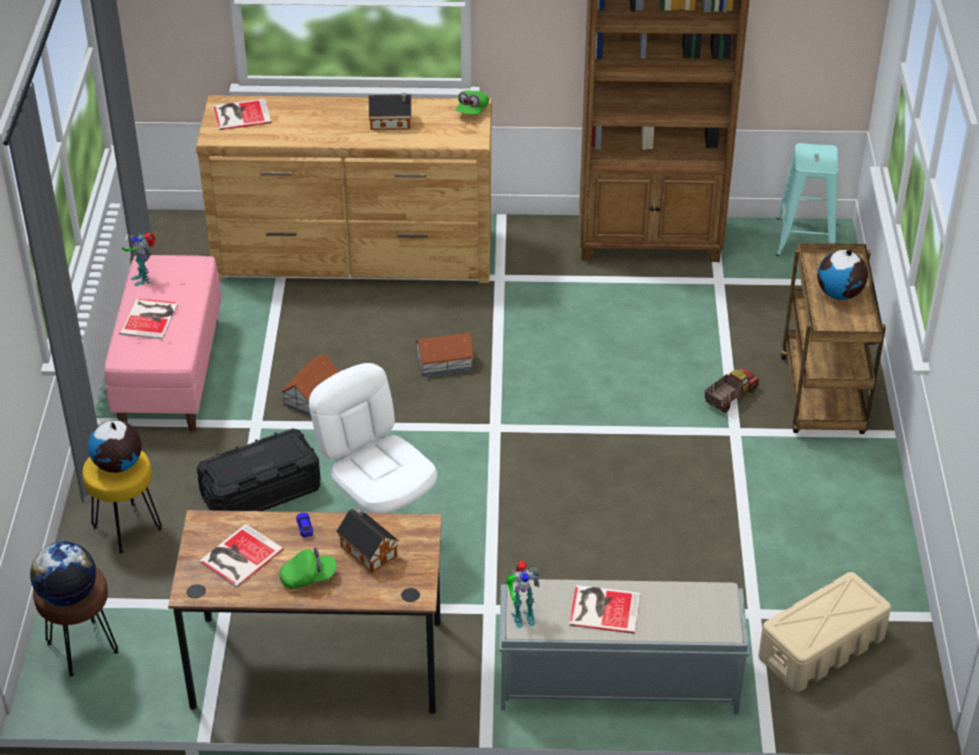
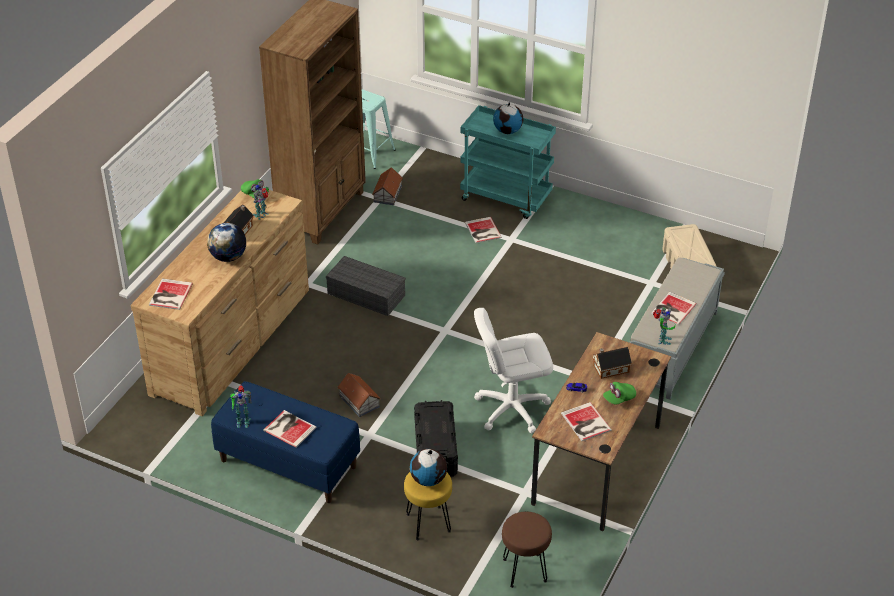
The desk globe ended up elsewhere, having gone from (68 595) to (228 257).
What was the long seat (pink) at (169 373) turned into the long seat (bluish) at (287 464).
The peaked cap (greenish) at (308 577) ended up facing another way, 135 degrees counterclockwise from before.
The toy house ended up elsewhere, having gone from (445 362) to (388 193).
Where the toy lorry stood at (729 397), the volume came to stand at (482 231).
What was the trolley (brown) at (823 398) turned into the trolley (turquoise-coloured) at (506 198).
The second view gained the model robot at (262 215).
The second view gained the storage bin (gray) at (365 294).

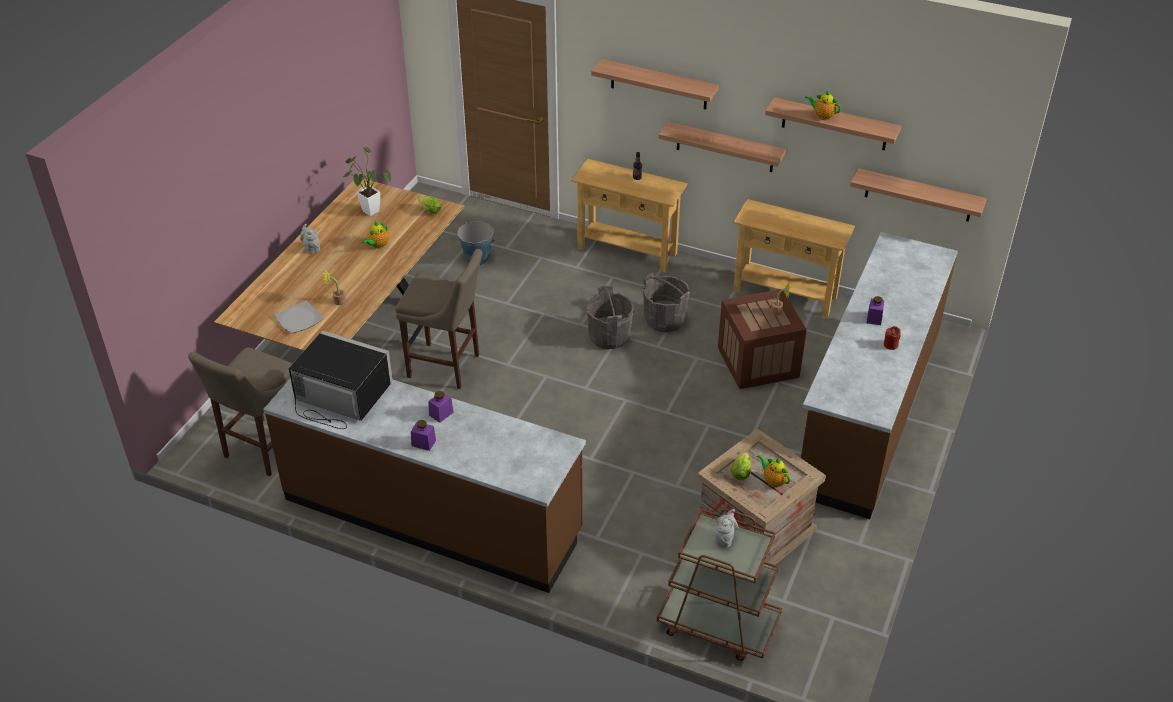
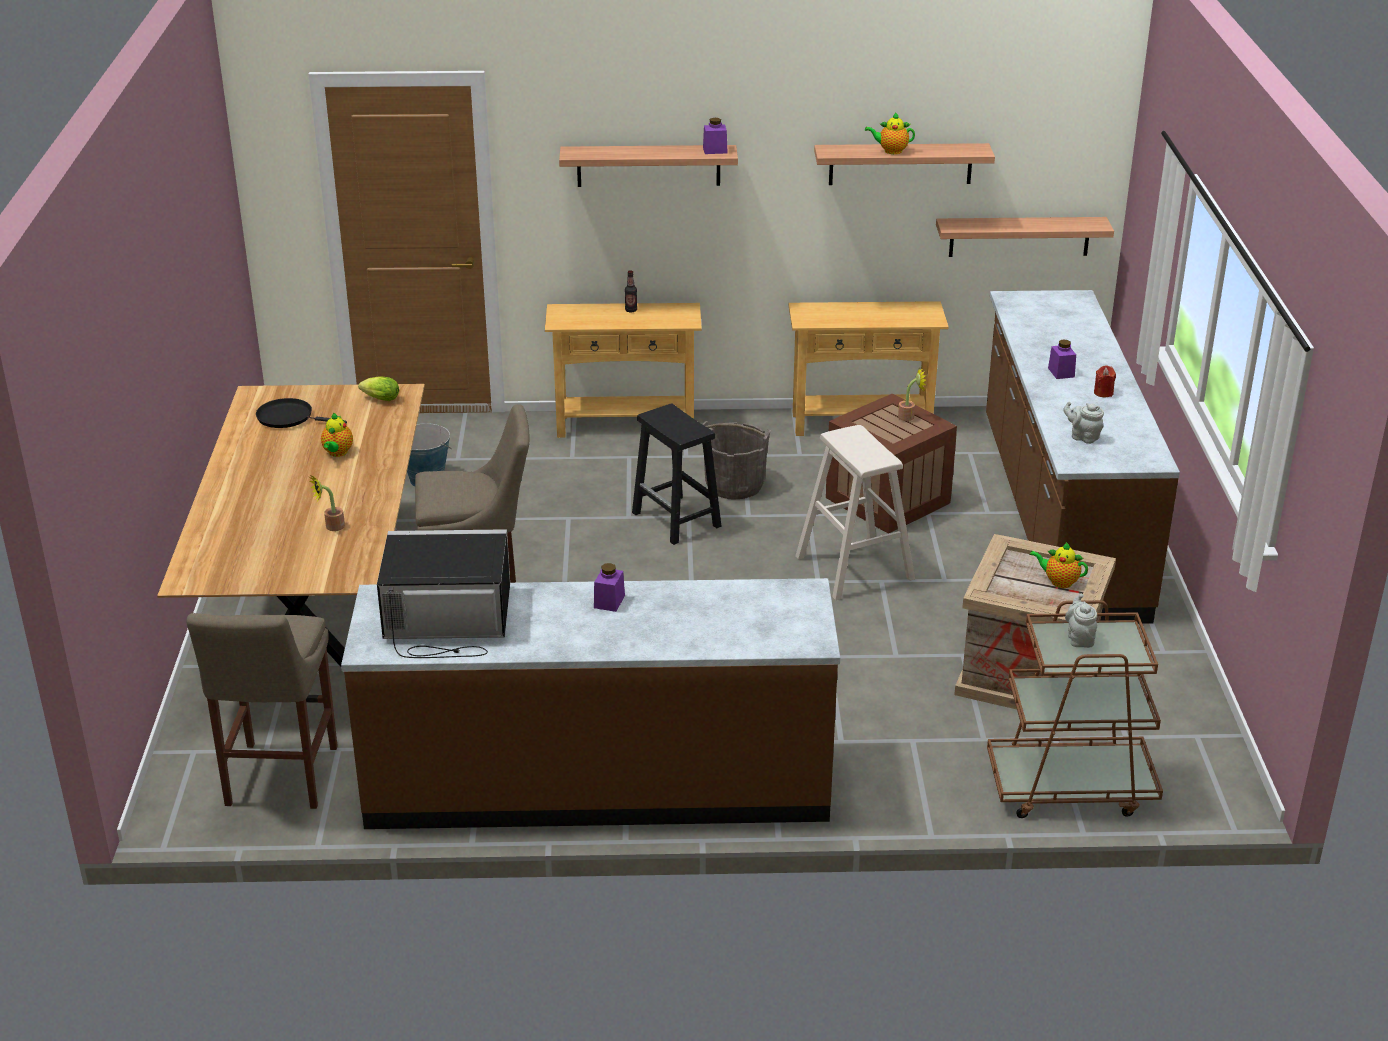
The second view lost the dinner plate at (299 319).
The teapot (gray) ended up elsewhere, having gone from (311 248) to (1083 437).
Where the potted plant stood at (368 210), the skillet (black-coloured) came to stand at (289 417).
The storage jar (purplish) ended up elsewhere, having gone from (423 443) to (715 150).
Where the bucket (gray) stood at (609 336), the sitting stool (black-coloured) came to stand at (677 520).
The second view lost the wall shelf at (725 147).
The second view lost the head of lettuce at (741 471).
The second view gained the sitting stool (beige-coloured) at (854 568).

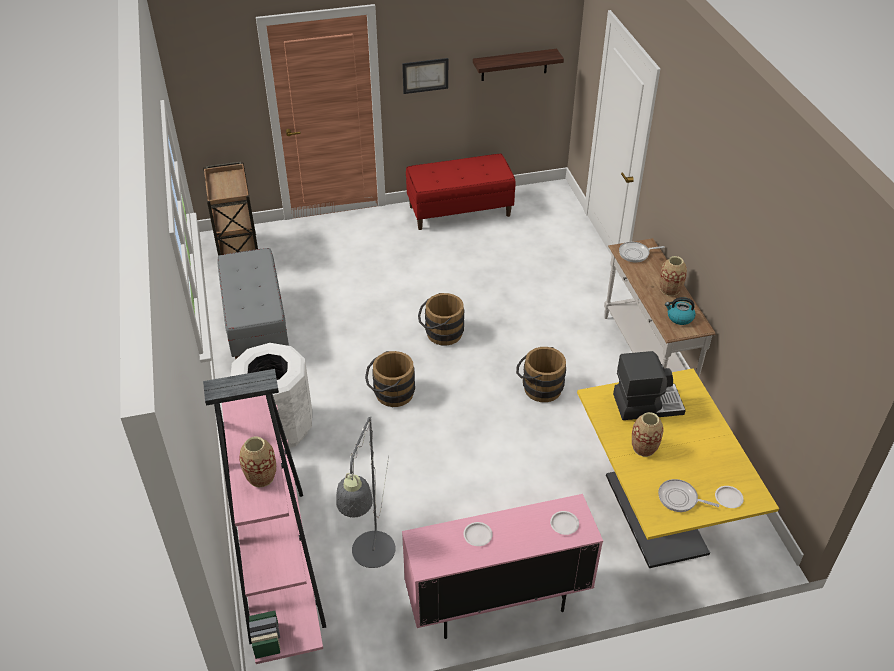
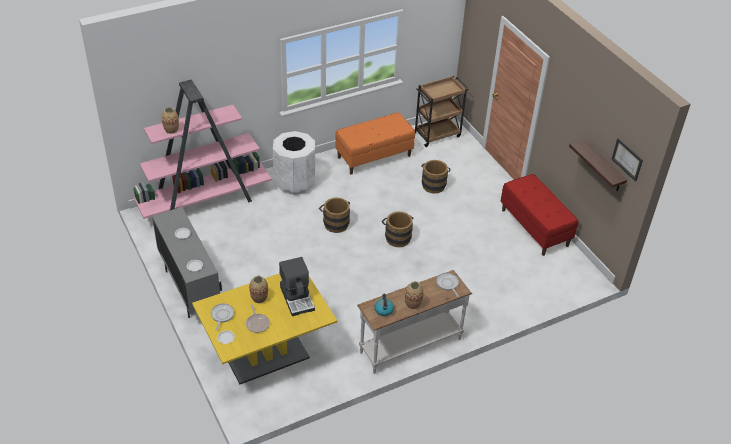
What was the long seat (gray) at (256 326) turned into the long seat (orange) at (374 156).
The second view lost the floor lamp (gray) at (372 559).
The wall art ended up elsewhere, having gone from (425 75) to (627 159).
What was the cupboard (pink) at (497 604) turned into the cupboard (gray) at (190 289).
The bucket (brown) ended up elsewhere, having gone from (538 387) to (434 184).
The second view gained the skillet at (257 323).

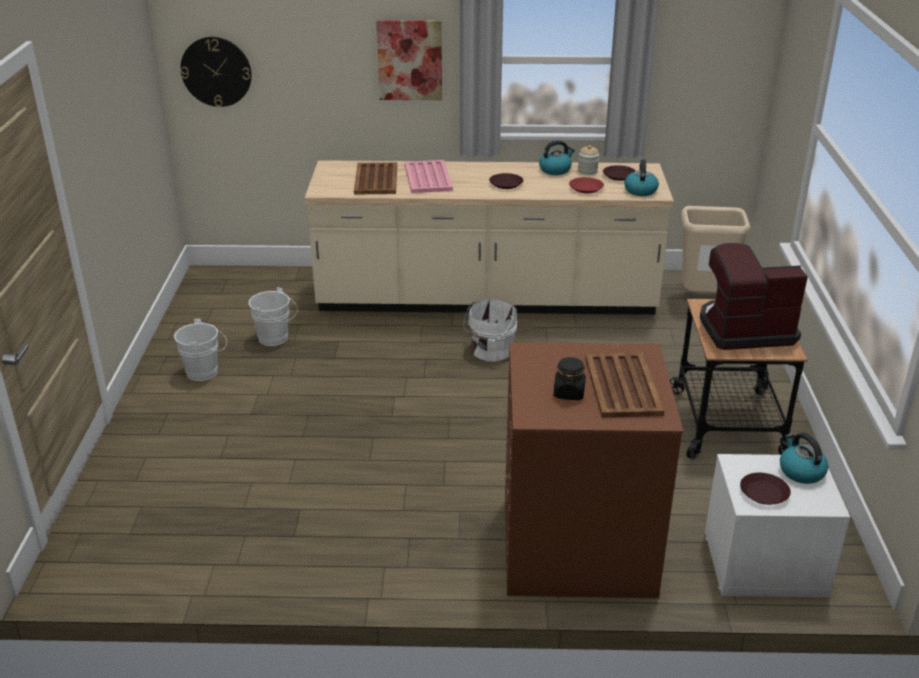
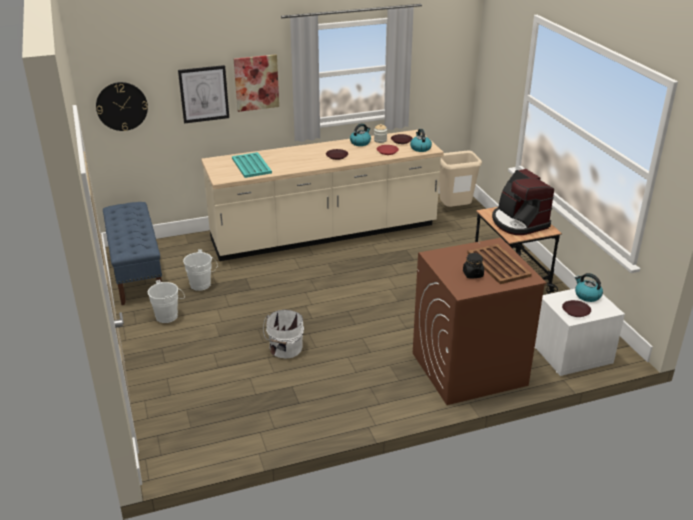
What was the serving tray (brown) at (376 180) turned into the serving tray (turquoise-coloured) at (251 166).
The second view lost the serving tray (pink) at (428 178).
The bucket (white-coloured) ended up elsewhere, having gone from (490 350) to (285 349).
The coffee machine at (744 329) ended up facing another way, 90 degrees counterclockwise from before.
The second view gained the long seat (bluish) at (136 272).
The second view gained the wall art at (204 94).

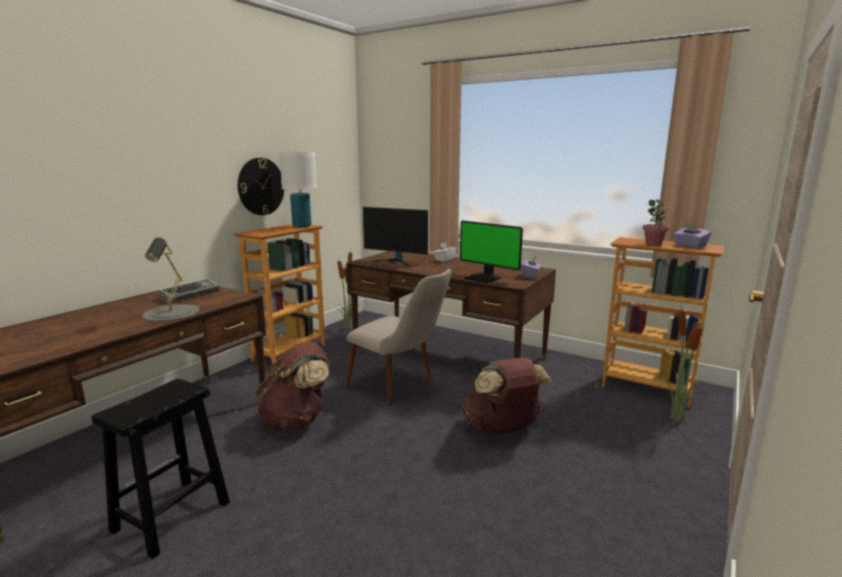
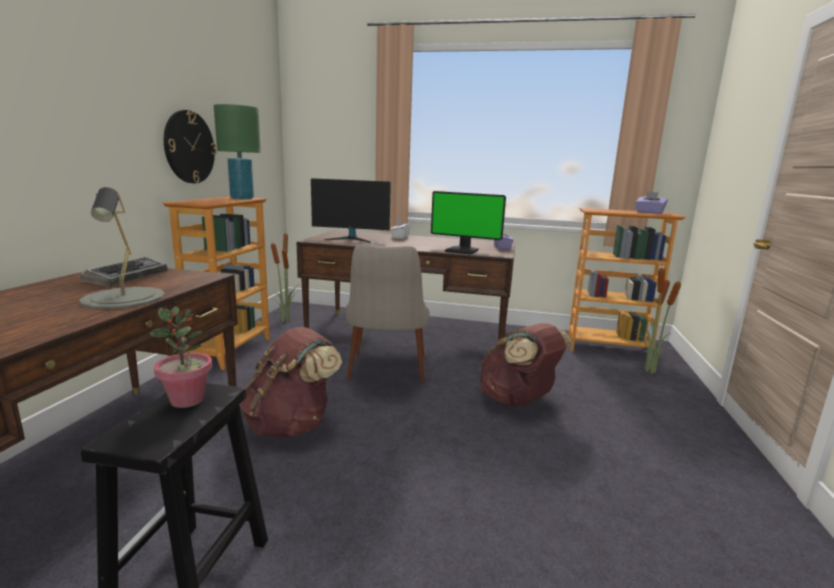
What was the lamp for a table (white-coloured) at (301 226) turned into the lamp for a table (greenish) at (242 198).
The chair (beige-coloured) at (400 387) ended up facing another way, 75 degrees clockwise from before.
The potted plant ended up elsewhere, having gone from (653 244) to (187 400).

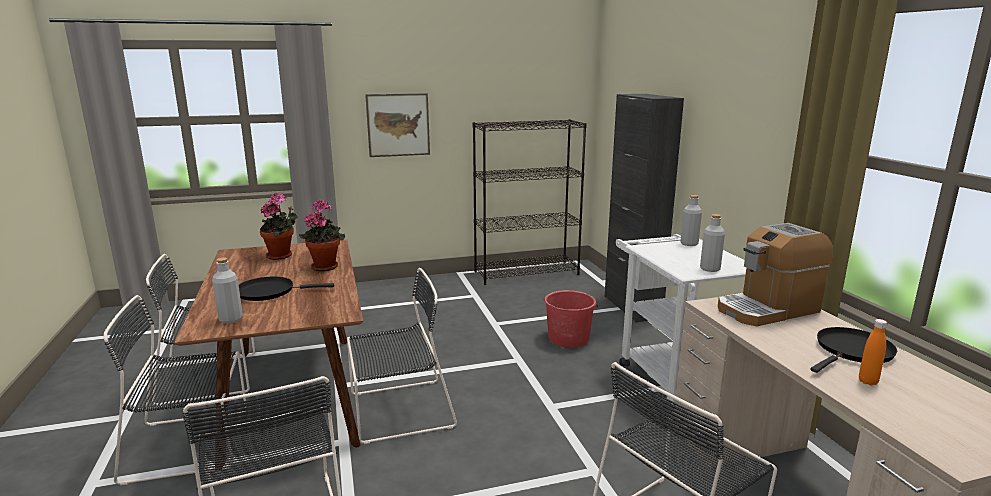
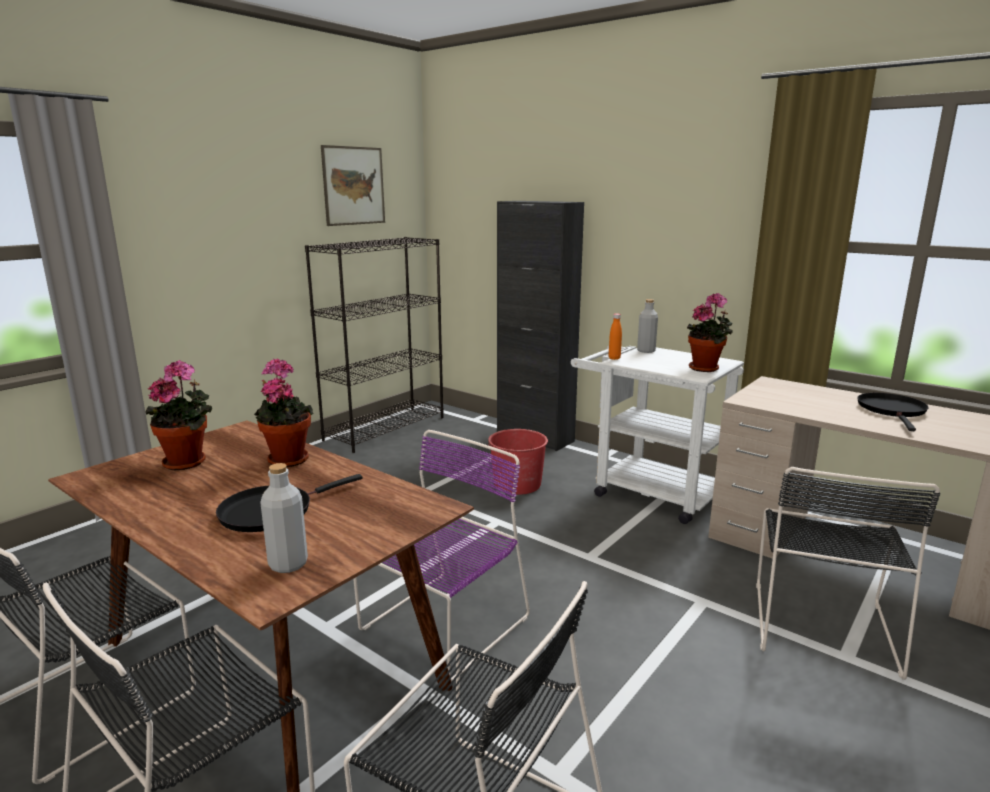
What was the chair (black-coloured) at (397 410) turned into the chair (purplish) at (441 626).
The wall art ended up elsewhere, having gone from (398 125) to (354 186).
Where the bottle (gray) stood at (710 269), the potted plant came to stand at (706 368).
The second view lost the coffee machine at (767 309).
The bottle (orange) ended up elsewhere, having gone from (868 381) to (614 358).

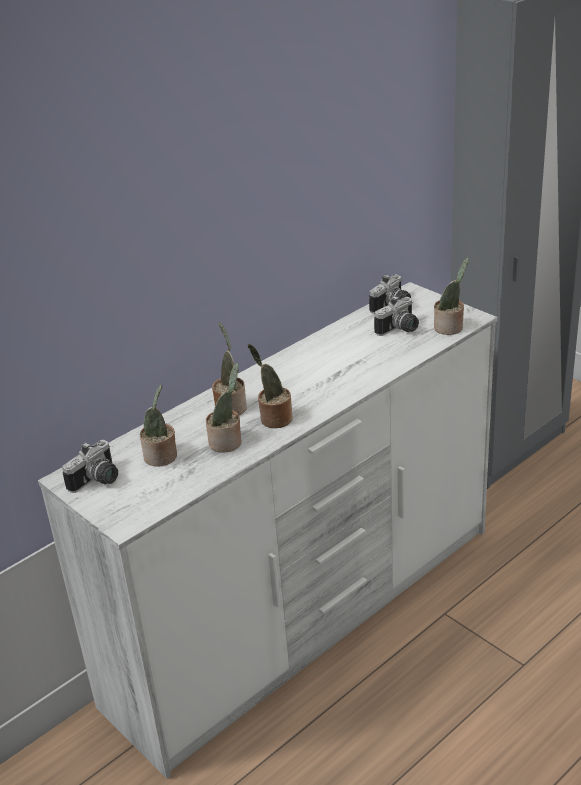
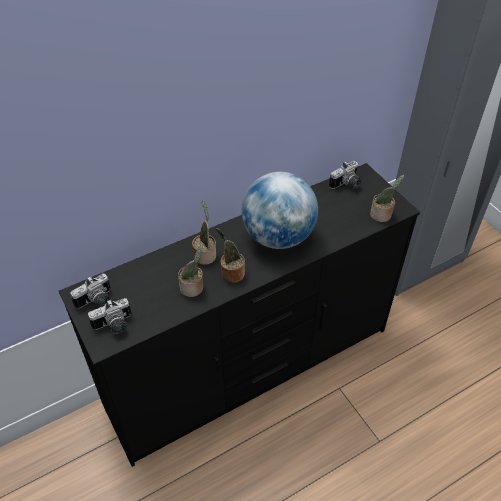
What was the chest of drawers (white-coloured) at (308 615) turned into the chest of drawers (black-coloured) at (251 367).
The second view lost the potted plant at (162 457).
The photo camera ended up elsewhere, having gone from (400 330) to (114 326).
The second view gained the desk globe at (278 237).

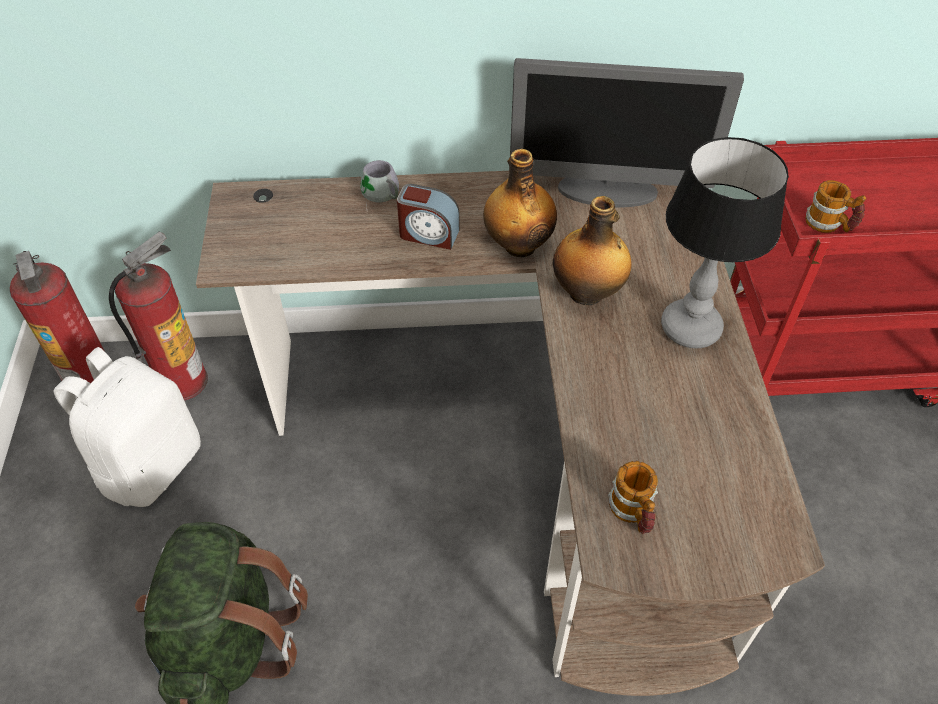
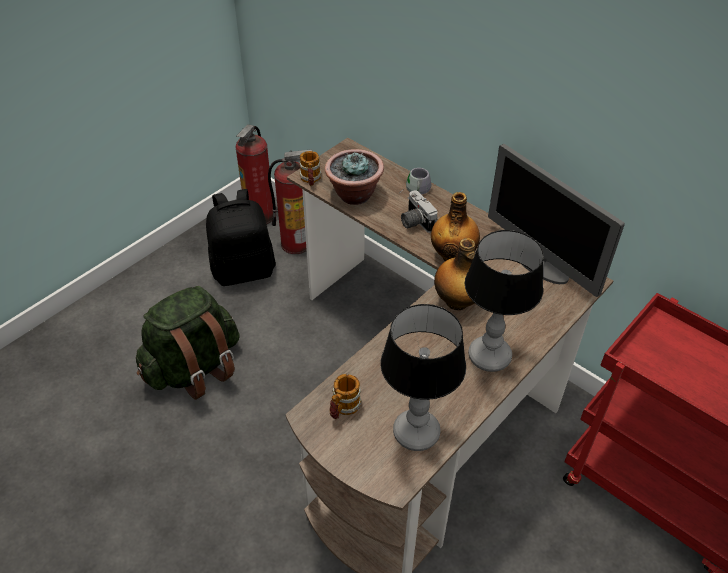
What was the backpack (white-coloured) at (150 464) turned into the backpack (black-coloured) at (244 270).
Where the alarm clock stood at (428 234), the photo camera came to stand at (415 222).
The tea mug ended up elsewhere, having gone from (829 225) to (310 180).
The second view gained the potted plant at (354 195).
The second view gained the lamp for a table at (416 433).

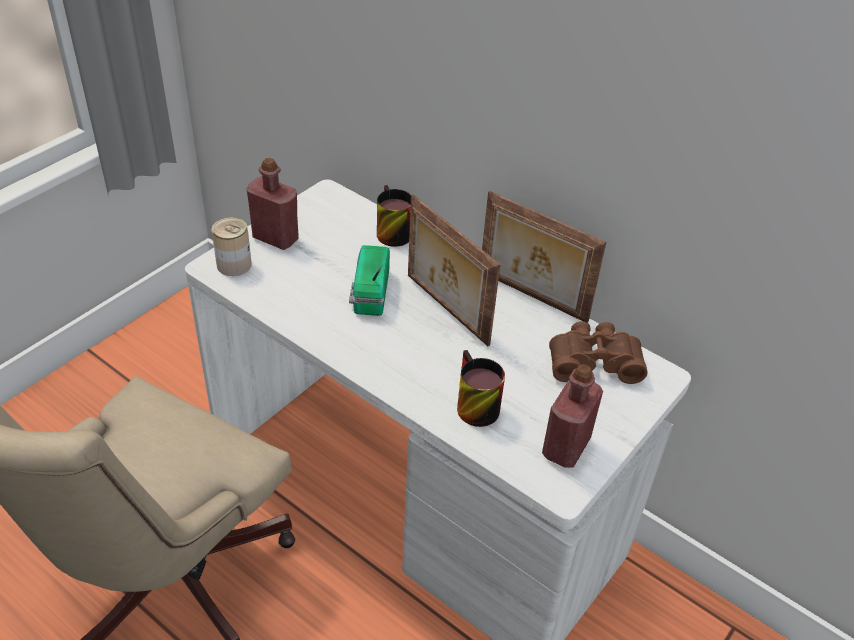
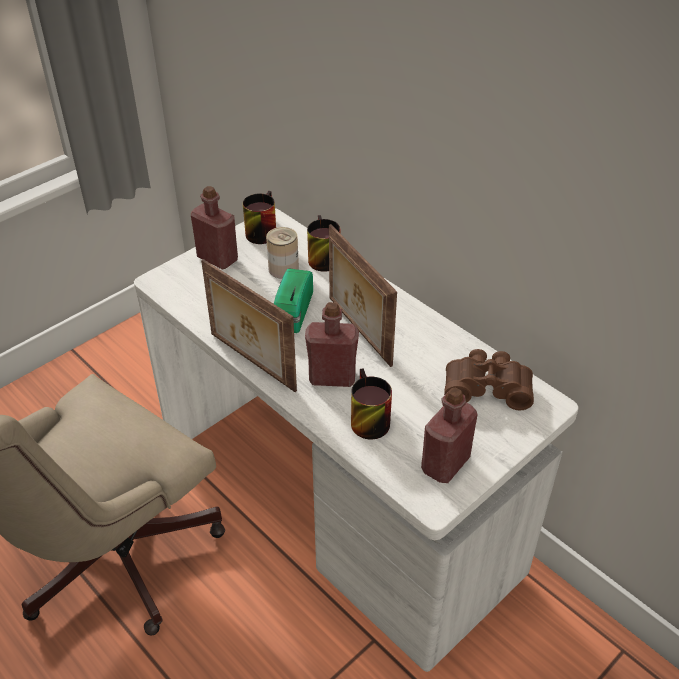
The can ended up elsewhere, having gone from (234 264) to (283 268).
The photo frame ended up elsewhere, having gone from (531 297) to (251 362).
The second view gained the tea mug at (260 230).
The second view gained the bottle (reddish) at (332 377).

